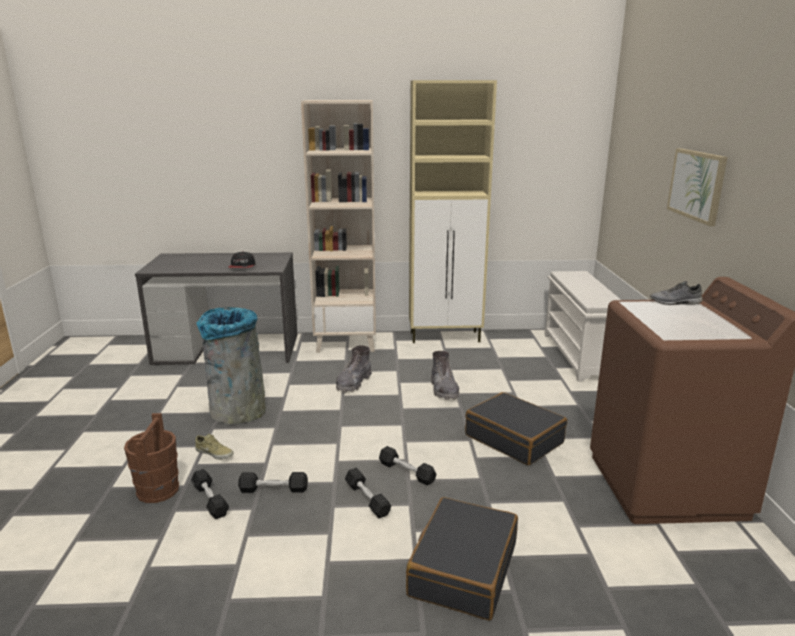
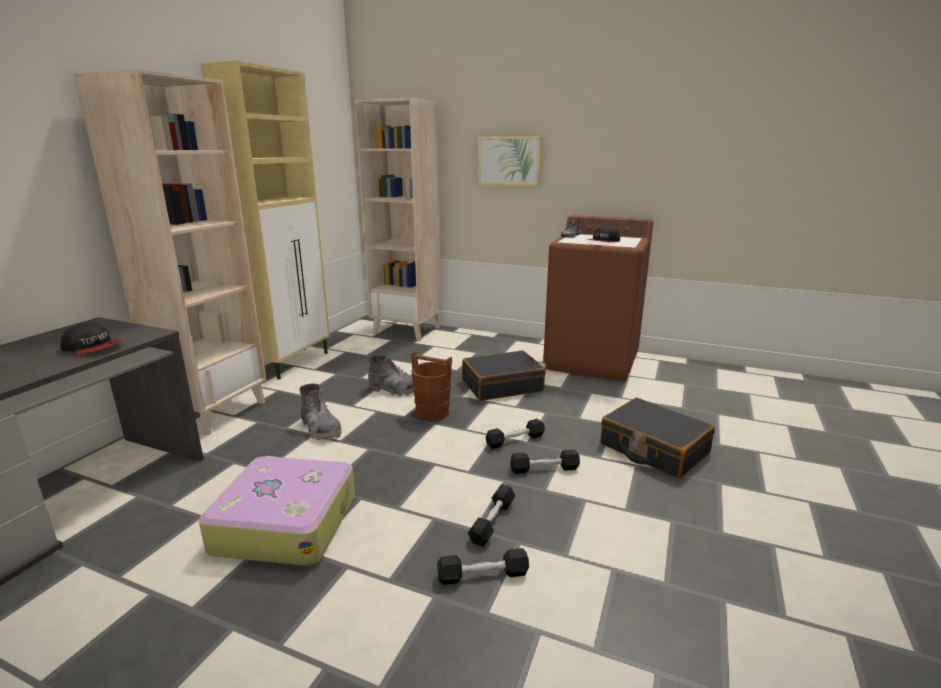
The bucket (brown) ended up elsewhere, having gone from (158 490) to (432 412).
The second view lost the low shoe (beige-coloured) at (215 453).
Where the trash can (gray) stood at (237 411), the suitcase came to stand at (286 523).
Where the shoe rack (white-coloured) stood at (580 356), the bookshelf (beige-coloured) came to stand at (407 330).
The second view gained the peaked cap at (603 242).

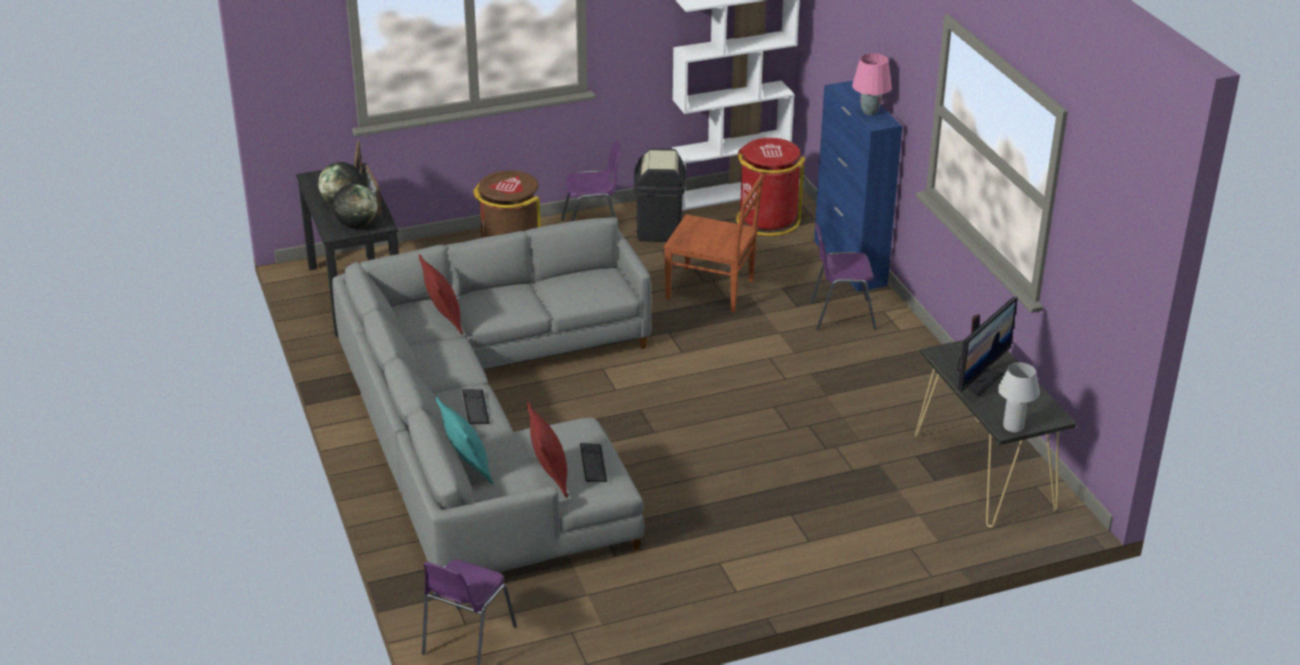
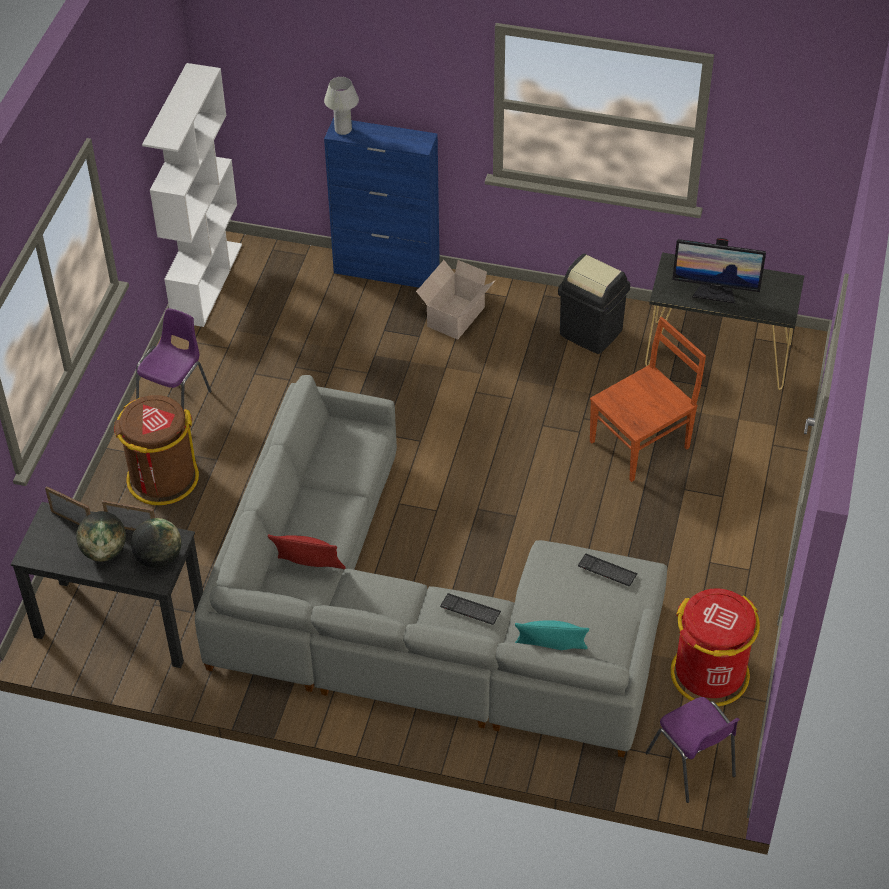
The second view lost the pillow (reddish) at (549 476).
The trash can (black-coloured) ended up elsewhere, having gone from (659 230) to (591 332).
The chair (brown) ended up elsewhere, having gone from (712 290) to (641 443).
The trash can (reddish) ended up elsewhere, having gone from (767 220) to (710 674).
Where the chair (purplish) stood at (840 315), the carton came to stand at (454 318).
The second view lost the lamp for a table (pink) at (869 112).
The monitor at (980 380) ended up facing another way, 120 degrees clockwise from before.
The lamp for a table (white-coloured) ended up elsewhere, having gone from (1013 427) to (343 130).

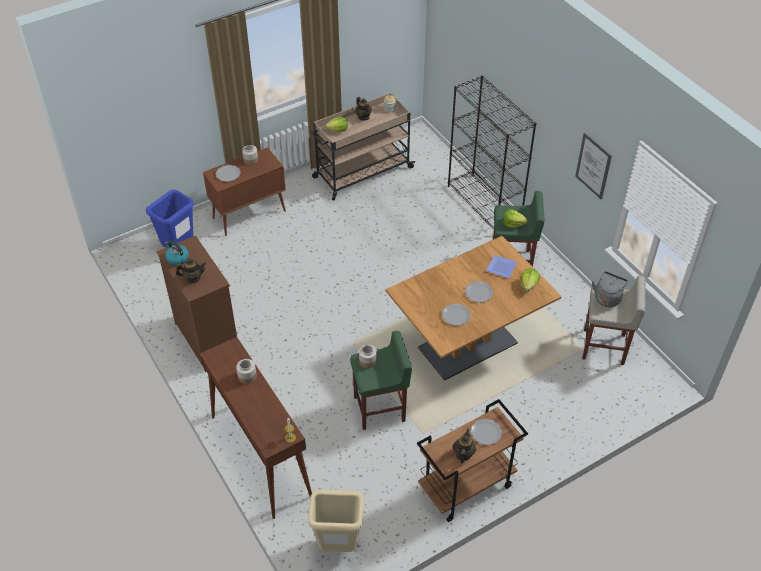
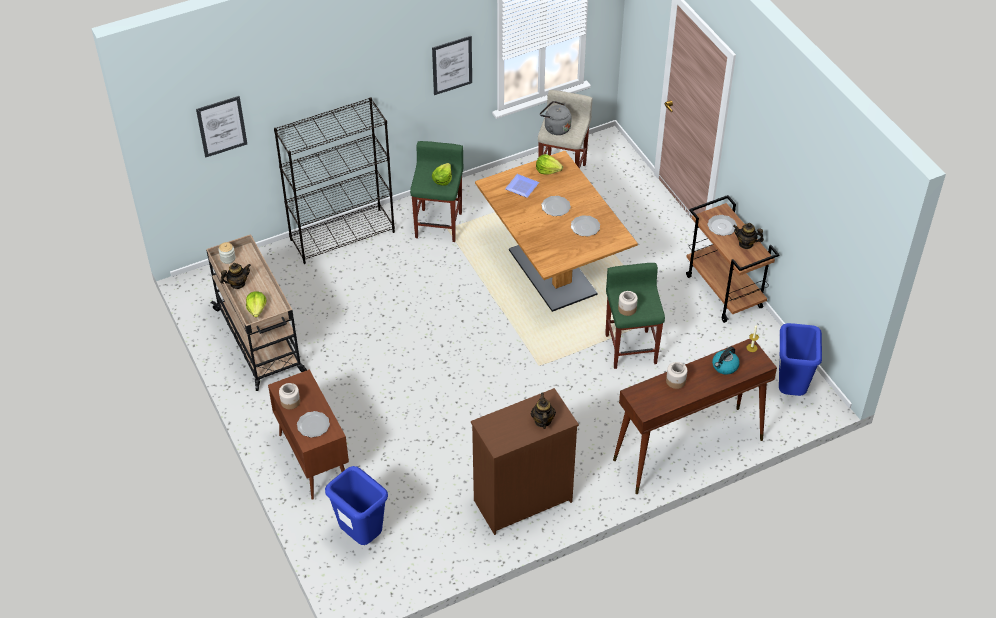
The kettle ended up elsewhere, having gone from (177 258) to (724 366).
What was the trash can (beige-coloured) at (337 546) turned into the trash can (bluish) at (790 390).
The second view gained the wall art at (221 126).

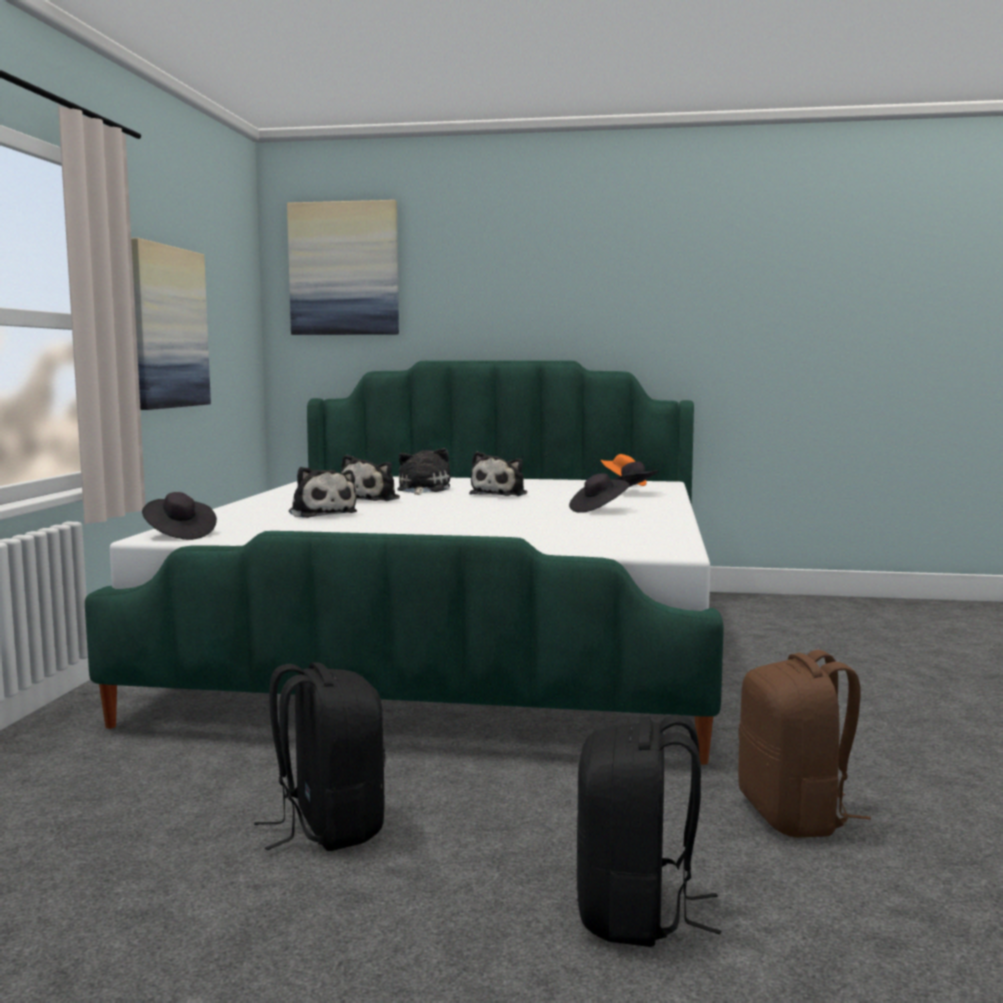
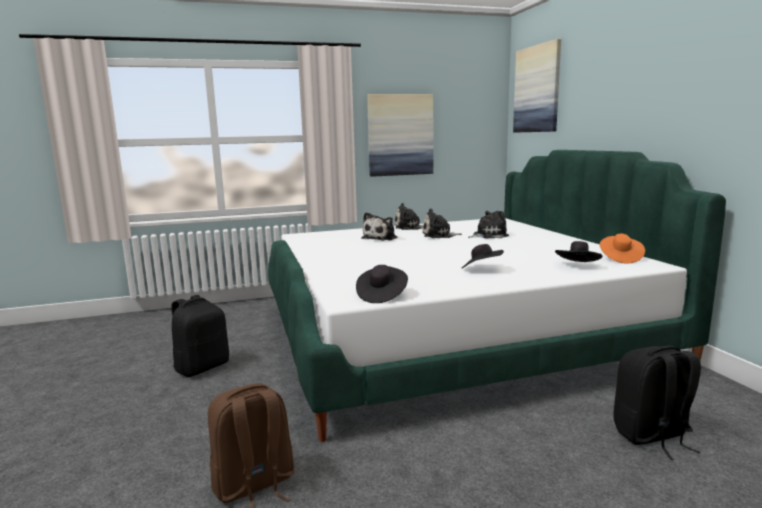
The wearable hat (black-coloured) ended up elsewhere, having gone from (179 535) to (381 296).
The cuddly toy ended up elsewhere, having gone from (501 494) to (409 227).
The backpack (black-coloured) ended up elsewhere, having gone from (636 913) to (652 436).

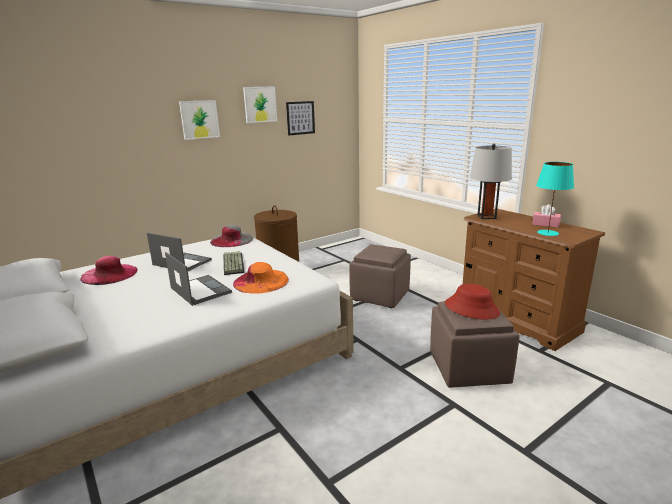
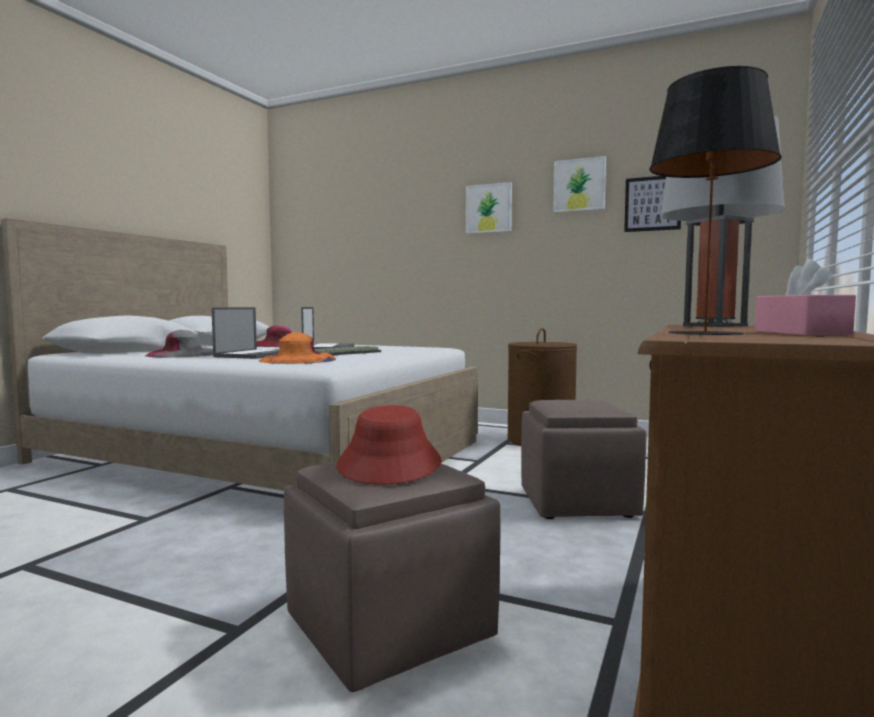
The wearable hat (gray) ended up elsewhere, having gone from (231 240) to (183 354).
What was the lamp for a table (turquoise-coloured) at (547 233) turned into the lamp for a table (black-coloured) at (705 334).

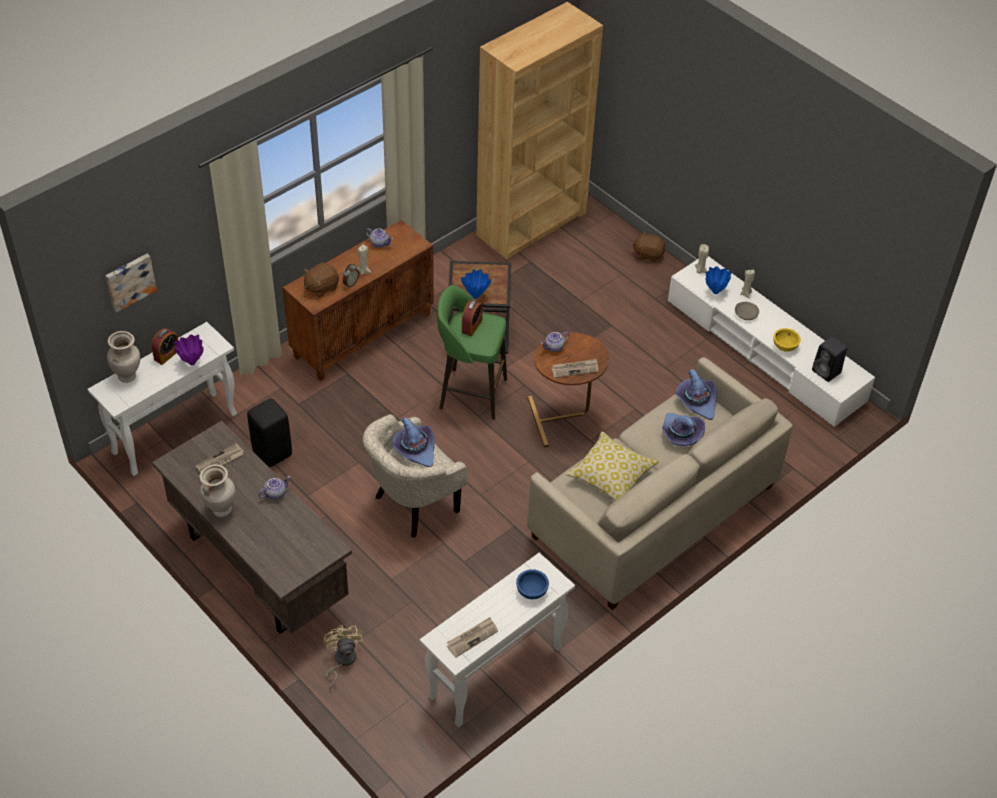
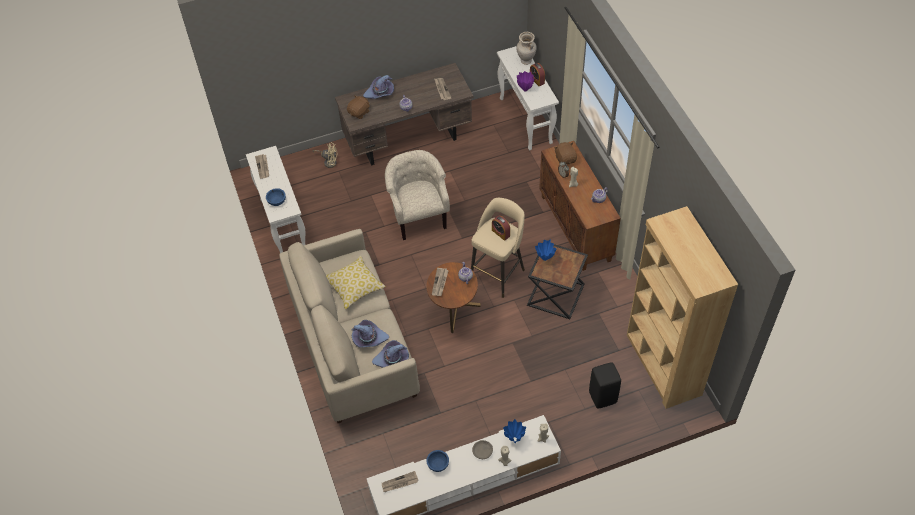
The second view lost the wall art at (129 281).
The second view lost the decorative vase (beige-coloured) at (221 510).
The sitting stool (black-coloured) ended up elsewhere, having gone from (273 453) to (602 398).
The wearable hat (purplish) ended up elsewhere, having gone from (415 449) to (380 93).
What was the sitting stool (greenish) at (471 393) turned into the sitting stool (beige-coloured) at (498 273).
The cuddly toy (brown) ended up elsewhere, having gone from (648 254) to (359 112).
What was the serving bowl (yellow) at (785 346) turned into the serving bowl (bluish) at (438 464).
Where the audio speaker (black-coloured) stood at (827 372), the daily paper came to stand at (399 483).

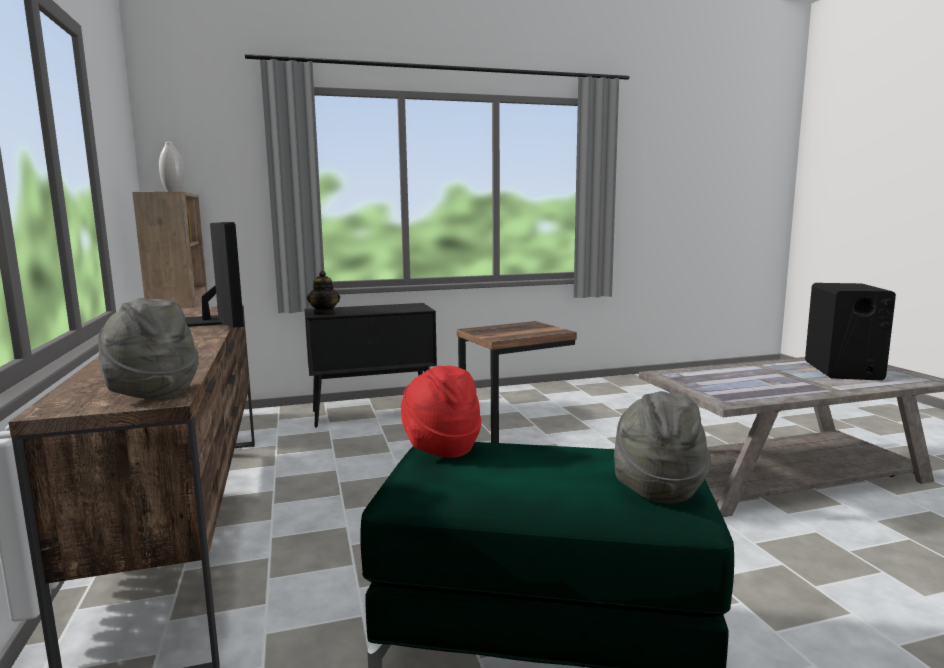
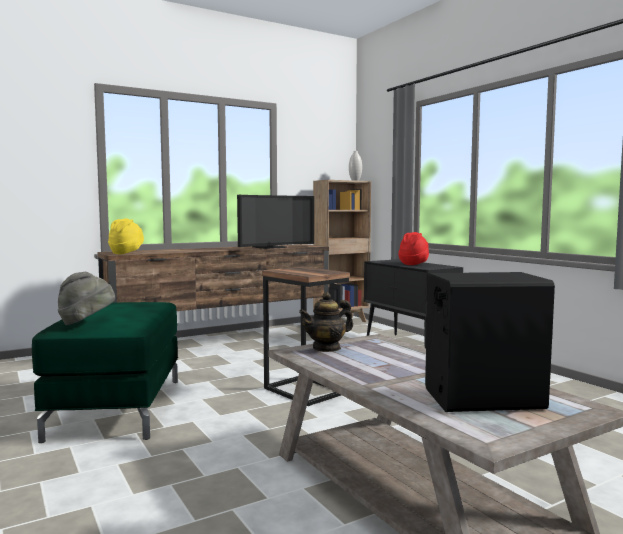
What was the wearable hat (gray) at (151 392) turned into the wearable hat (yellow) at (126 253).
The teapot ended up elsewhere, having gone from (324 313) to (327 348).
The wearable hat (reddish) ended up elsewhere, having gone from (440 447) to (414 264).

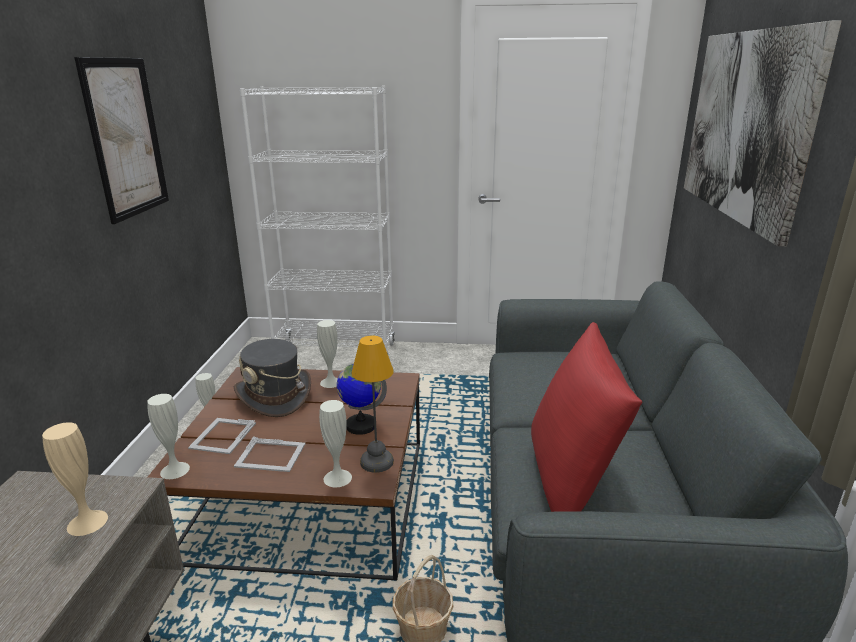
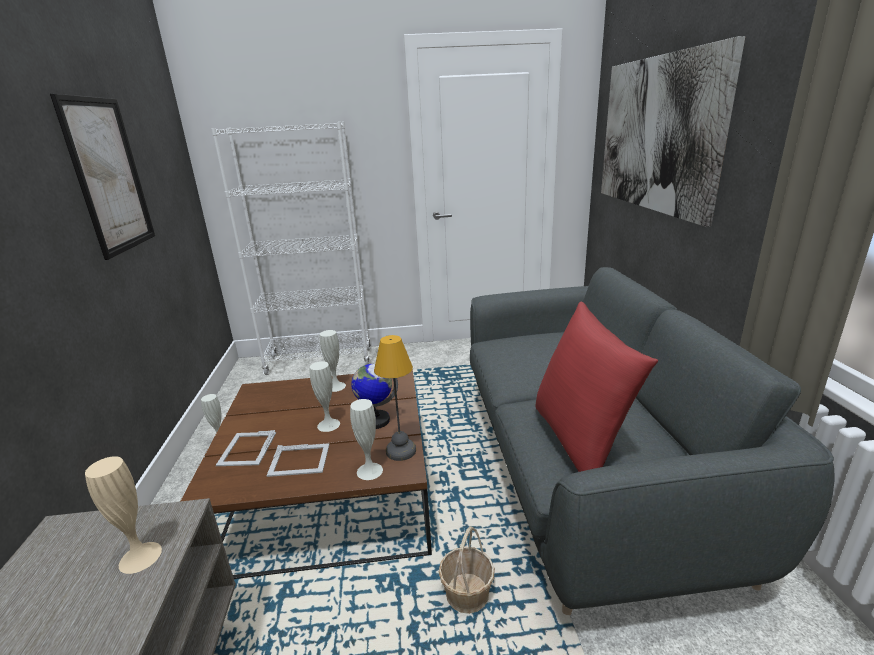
The decorative vase (white-coloured) ended up elsewhere, having gone from (175 470) to (328 425).
The second view lost the wearable hat (gray) at (274 396).

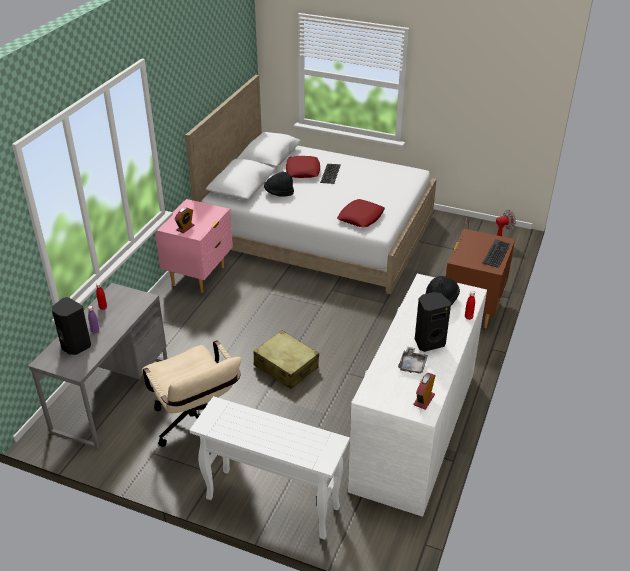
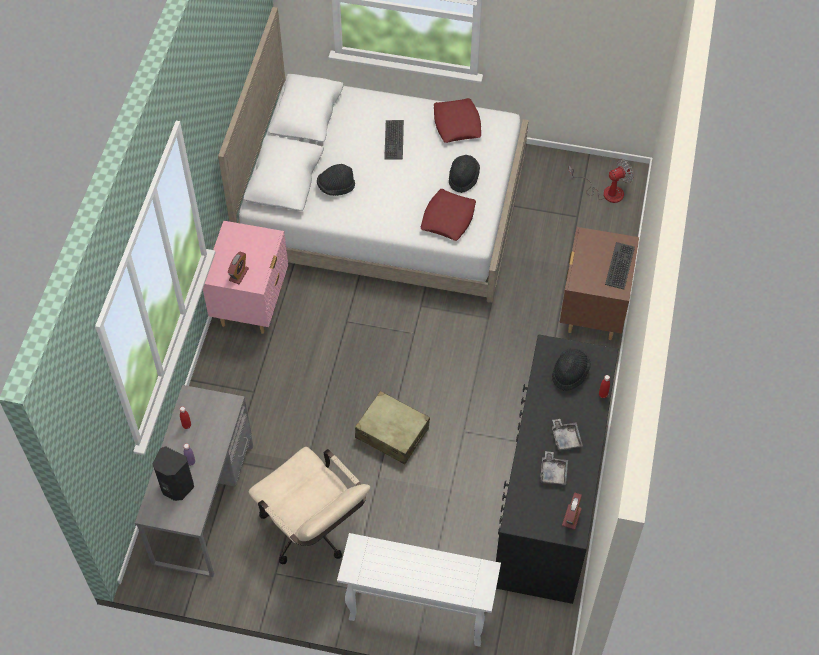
The pillow (reddish) ended up elsewhere, having gone from (302 171) to (457 124).
What was the chest of drawers (white-coloured) at (414 429) turned into the chest of drawers (black-coloured) at (549 497).
Where the audio speaker (black-coloured) stood at (429 342), the serving tray (gray) came to stand at (565 438).
The second view gained the wearable hat (black-coloured) at (463 178).

